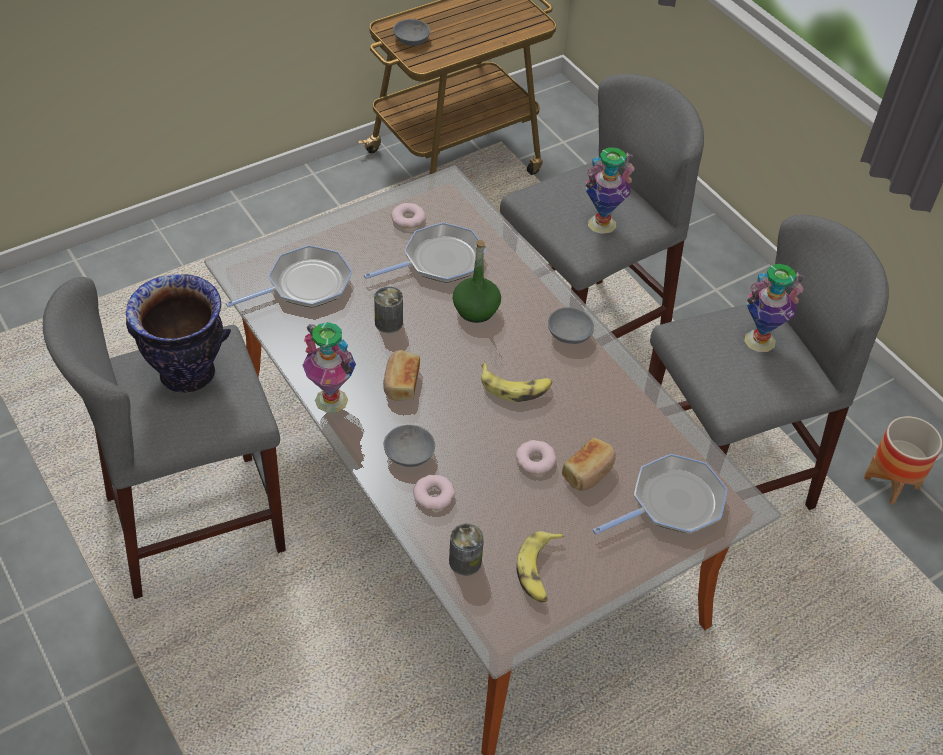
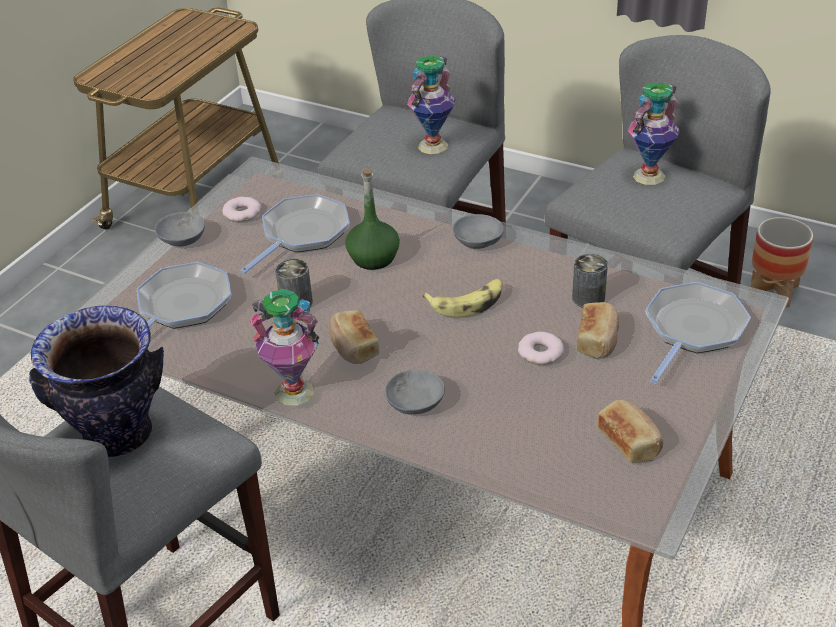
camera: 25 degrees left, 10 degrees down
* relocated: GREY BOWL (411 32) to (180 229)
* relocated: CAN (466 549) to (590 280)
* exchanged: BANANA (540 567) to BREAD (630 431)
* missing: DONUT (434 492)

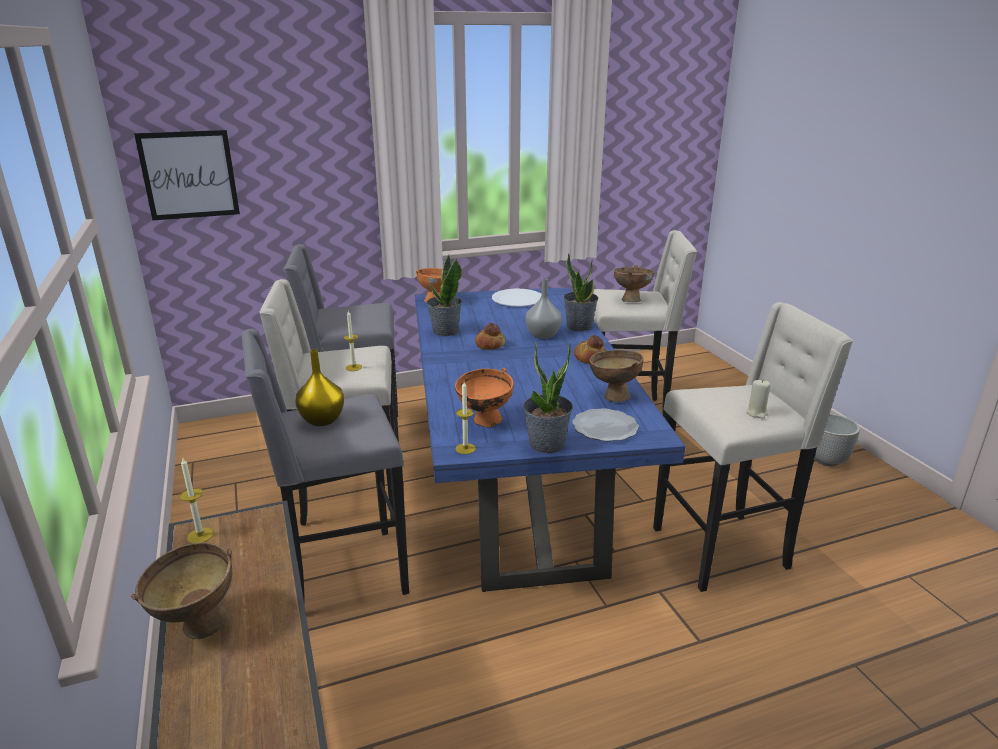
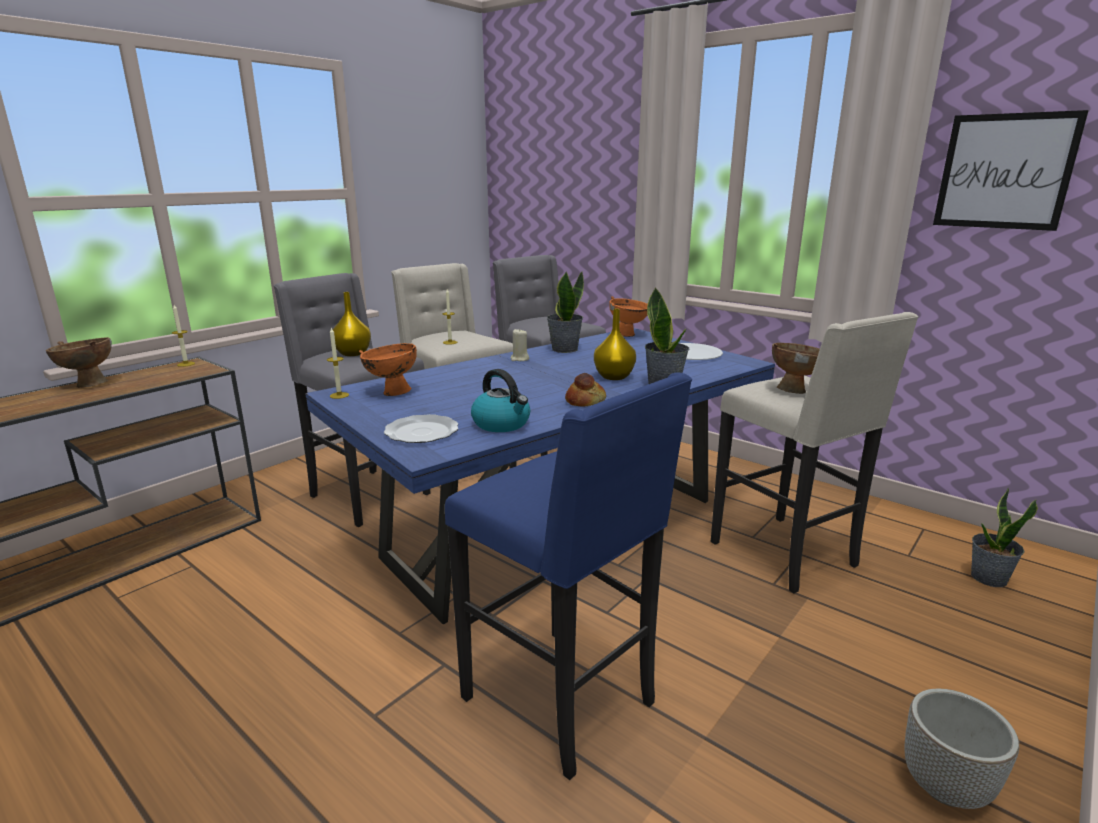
camera: 60 degrees right, 5 degrees down
* colour: BEIGE STOOL (753 447) to BLUE STOOL (568 577)
* exchanged: BROWN BOWL (616 376) to KETTLE (500 400)
* relocated: BEIGE CANDLE (758 399) to (519 344)
* colour: GREY VASE (544 308) to YELLOW VASE (615 344)
* relocated: PICTURE (187 175) to (1011 170)
* relocated: POTTED PLANT (548 397) to (1004 537)
* missing: BREAD (490 336)

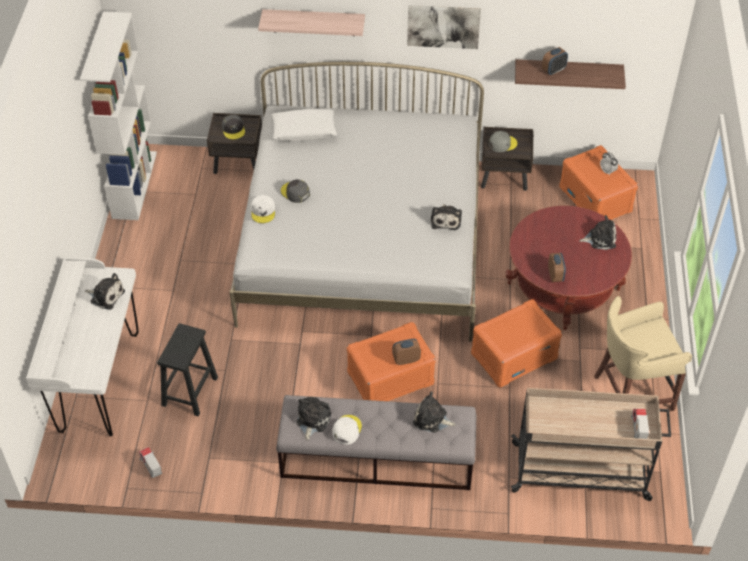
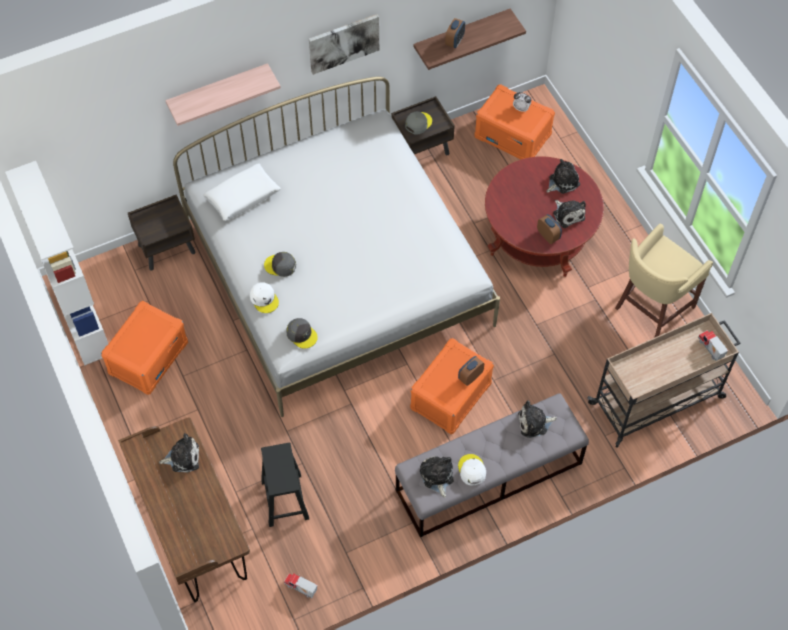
camera: 30 degrees left, 10 degrees up
* relocated: ORANGE STORAGE BOX (516 343) to (144 348)
* colour: WHITE DESK (82 346) to BROWN DESK (184 510)
* relocated: GREY CAP (233 127) to (302 333)
* relocated: PLUSH TOY (446 217) to (569 214)

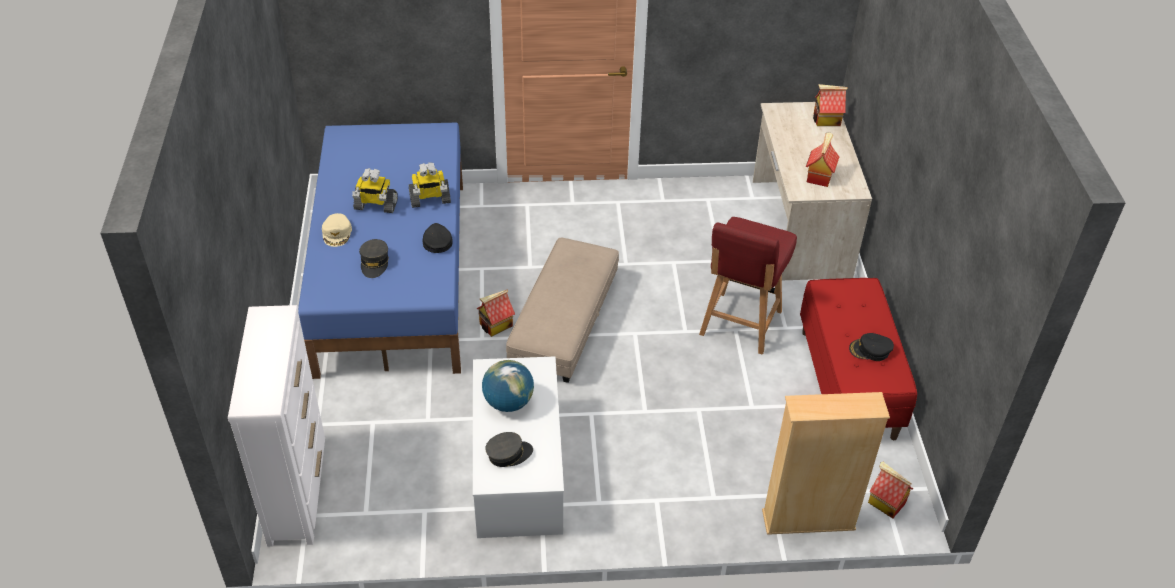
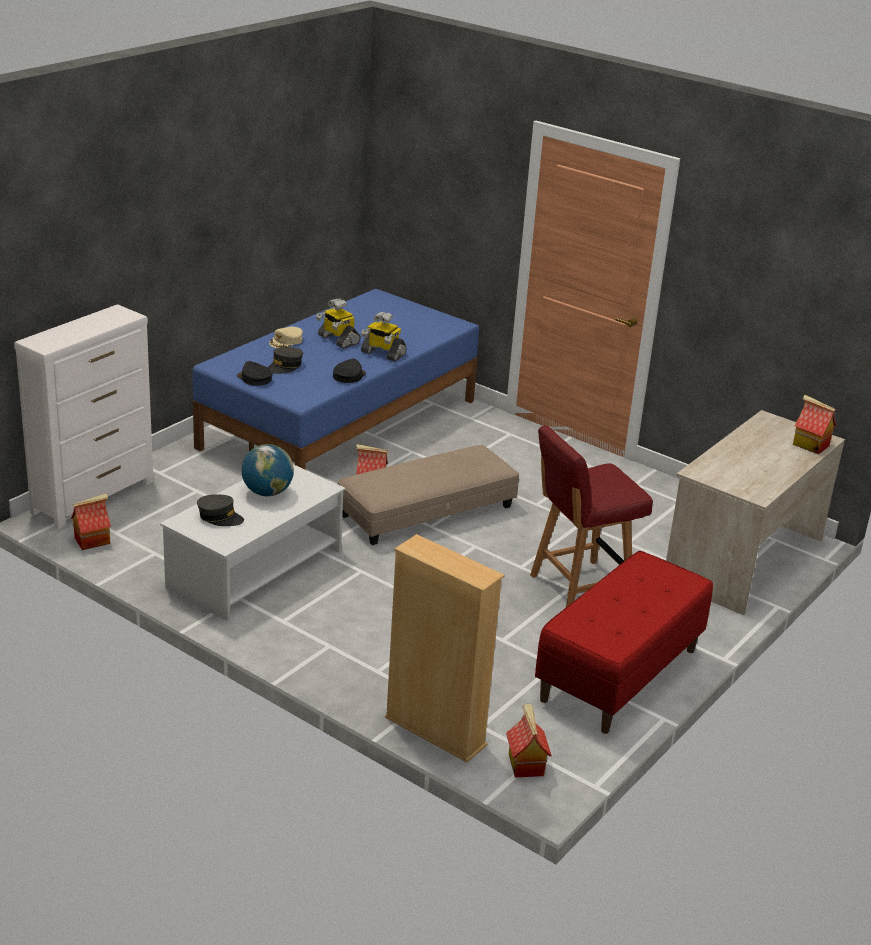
camera: 40 degrees right, 15 degrees down
* relocated: TOY HOUSE (822 159) to (91 522)
* relocated: BLACK CAP (871 347) to (254 373)

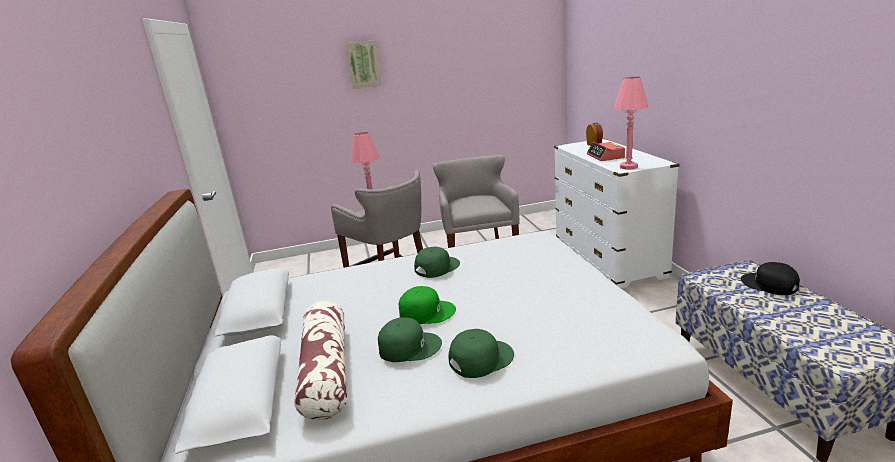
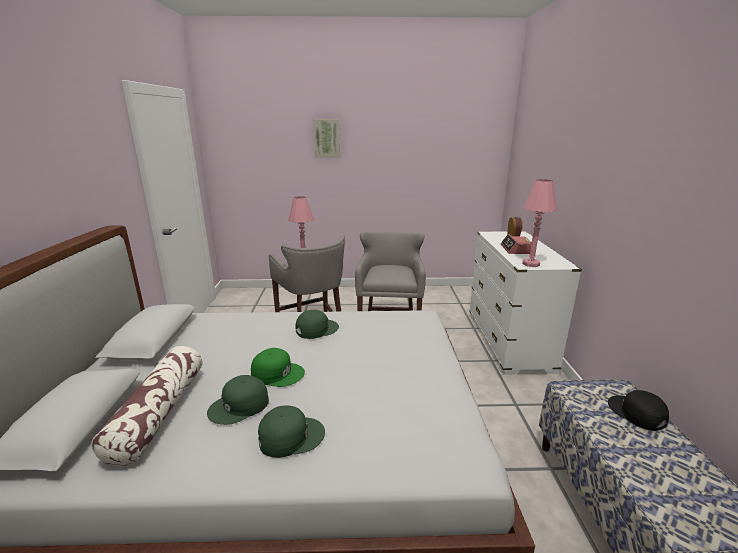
camera: 10 degrees right, 0 degrees up
* spun: GREEN CAP (410 339) = (238 400) 135 degrees clockwise

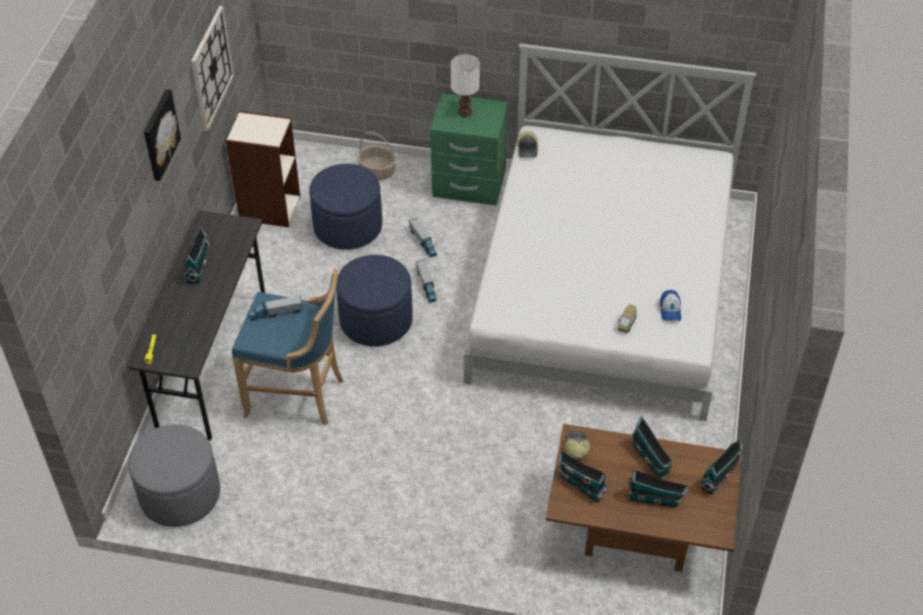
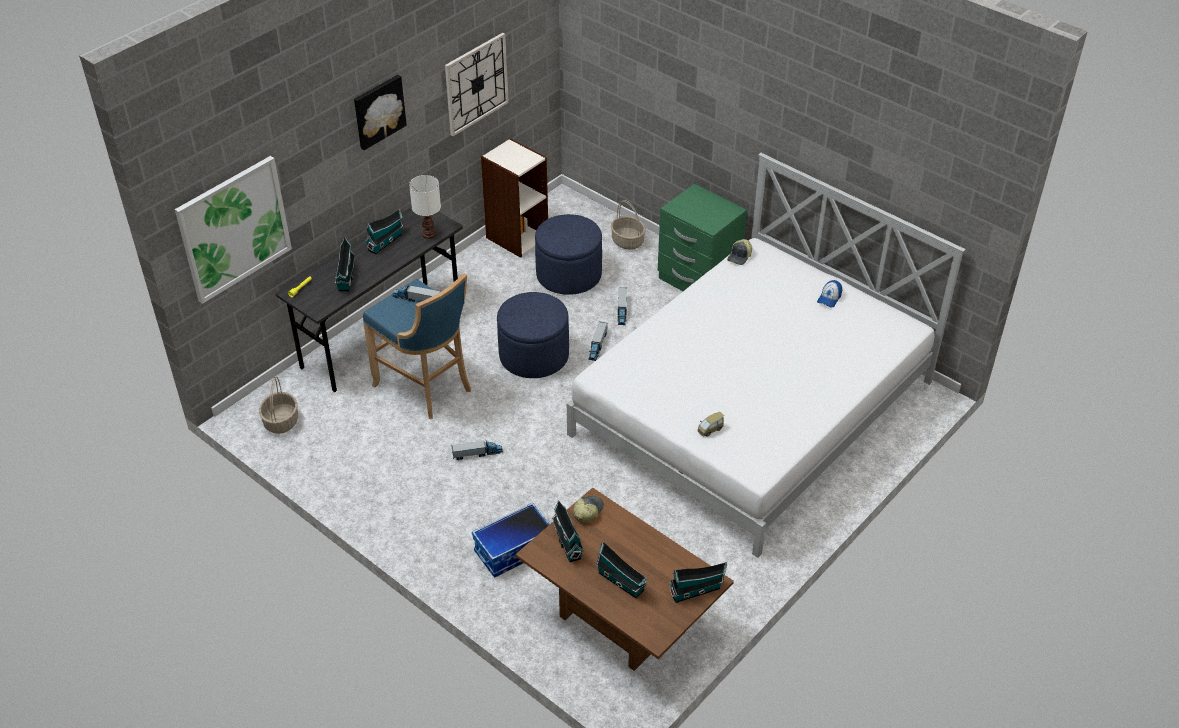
camera: 30 degrees right, 5 degrees down
* appeared: PICTURE (233 230)
* exchanged: GREY OTTOMAN (174 475) to BASKET (278 405)
* relocated: TOY HOUSE (652 447) to (345 263)
* relocated: WHITE TABLE LAMP (465 85) to (425 207)
* appeared: TOY TRUCK (477 450)
* appeared: STORAGE BOX (511 540)
* relocated: CAP (670 305) to (829 294)

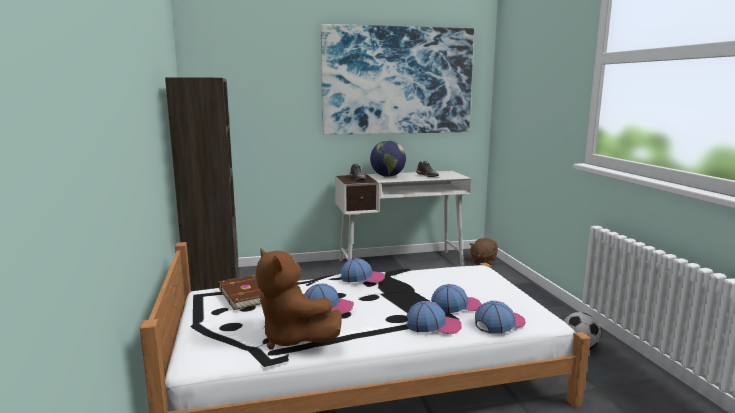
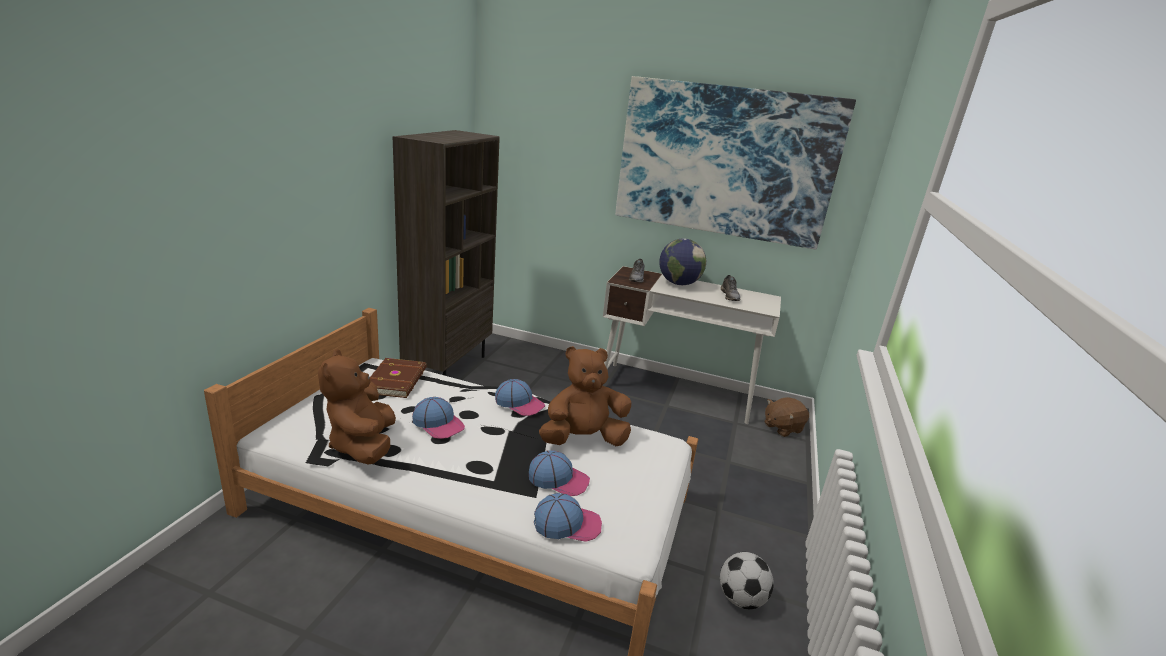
camera: 30 degrees right, 10 degrees up
* appeared: BROWN PLUSH TOY (585 396)
* missing: CAP (434 317)

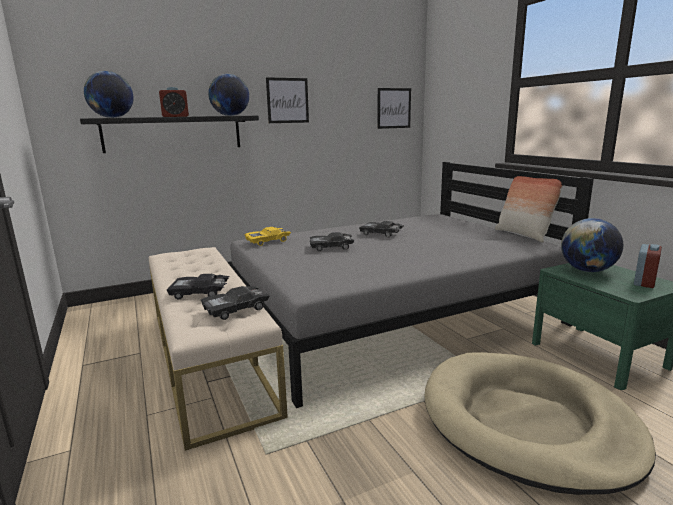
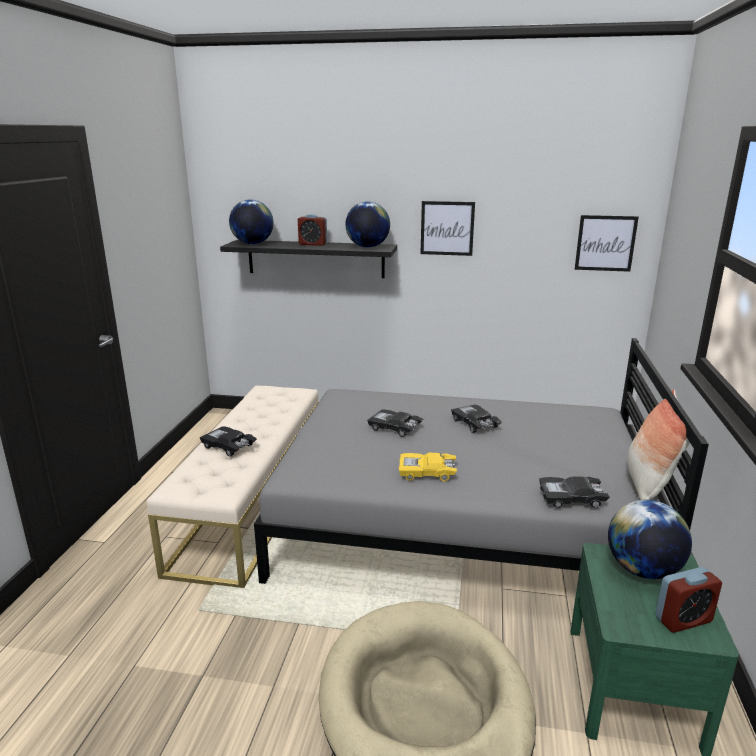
camera: 35 degrees right, 5 degrees up
* relocated: YELLOW TOY CAR (267 236) to (428 467)
* relocated: BLACK TOY CAR (235 303) to (574 492)

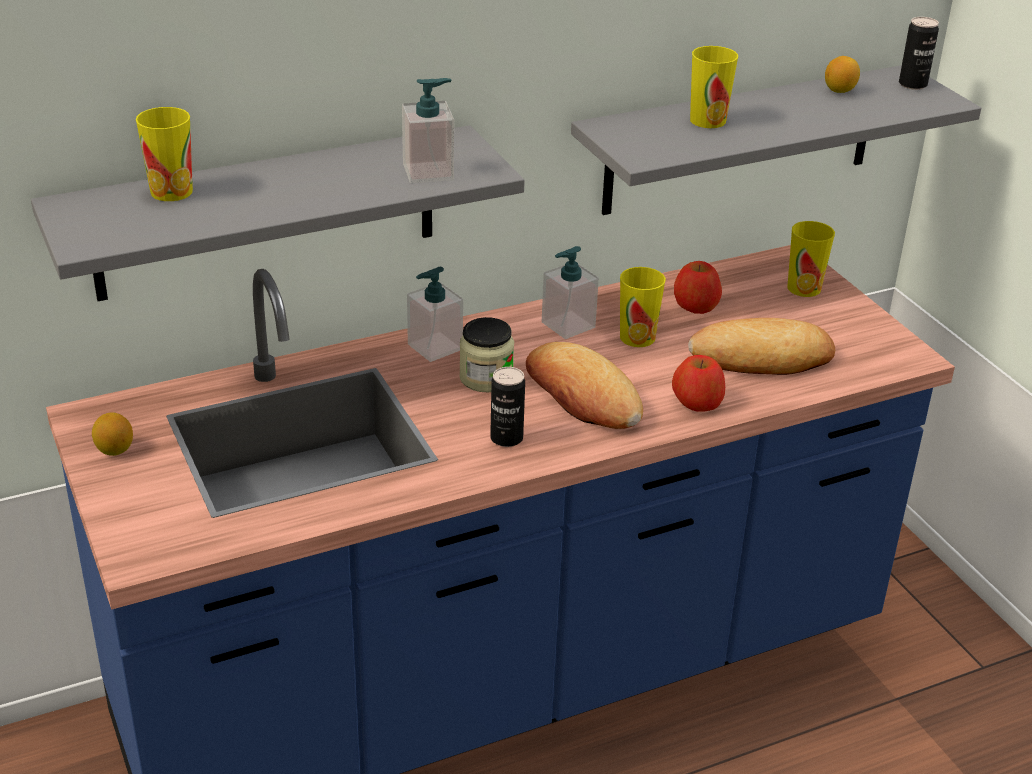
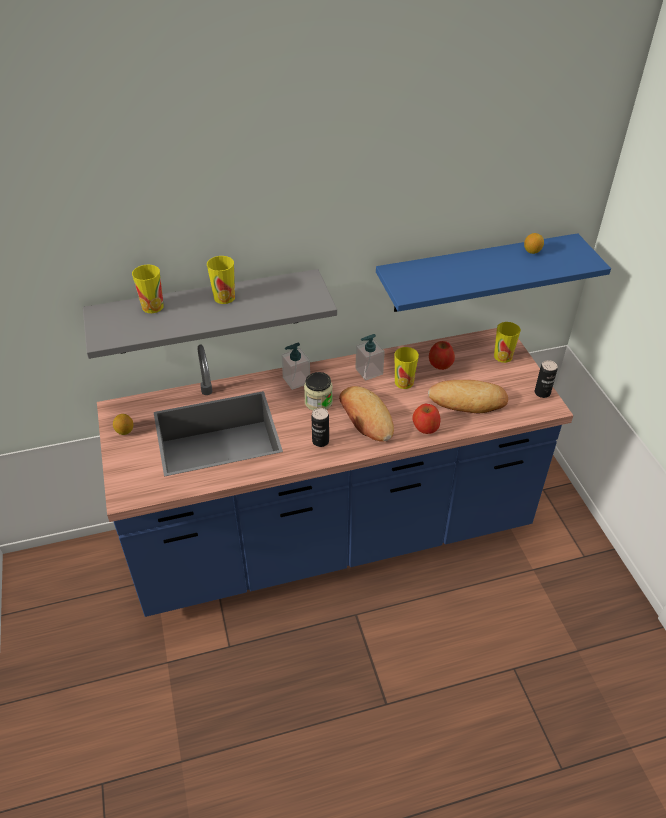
camera: 10 degrees right, 10 degrees up
* relocated: CUP (714 87) to (221 280)
* colour: GREY SHELF (776 140) to BLUE SHELF (493 272)
* relocated: CAN (919 53) to (546 379)
* missing: SOAP DISPENSER (428 130)

